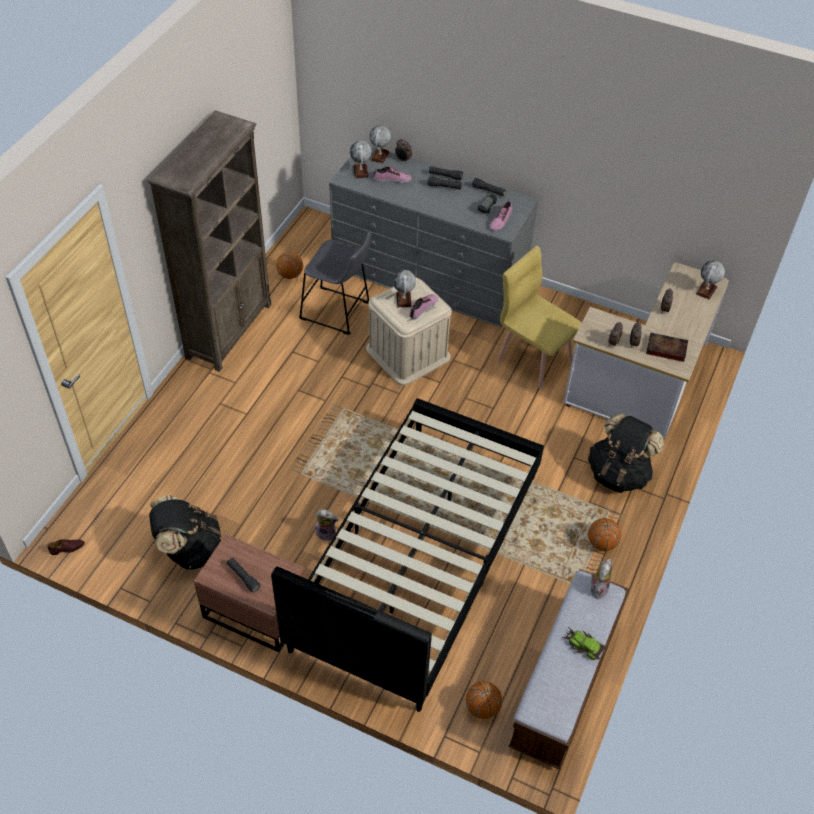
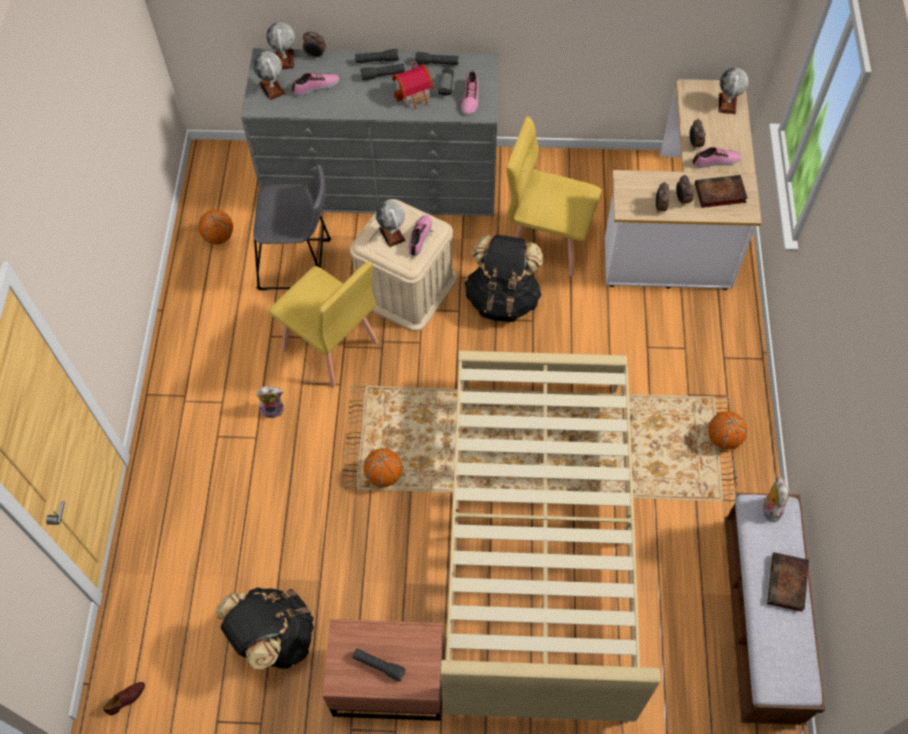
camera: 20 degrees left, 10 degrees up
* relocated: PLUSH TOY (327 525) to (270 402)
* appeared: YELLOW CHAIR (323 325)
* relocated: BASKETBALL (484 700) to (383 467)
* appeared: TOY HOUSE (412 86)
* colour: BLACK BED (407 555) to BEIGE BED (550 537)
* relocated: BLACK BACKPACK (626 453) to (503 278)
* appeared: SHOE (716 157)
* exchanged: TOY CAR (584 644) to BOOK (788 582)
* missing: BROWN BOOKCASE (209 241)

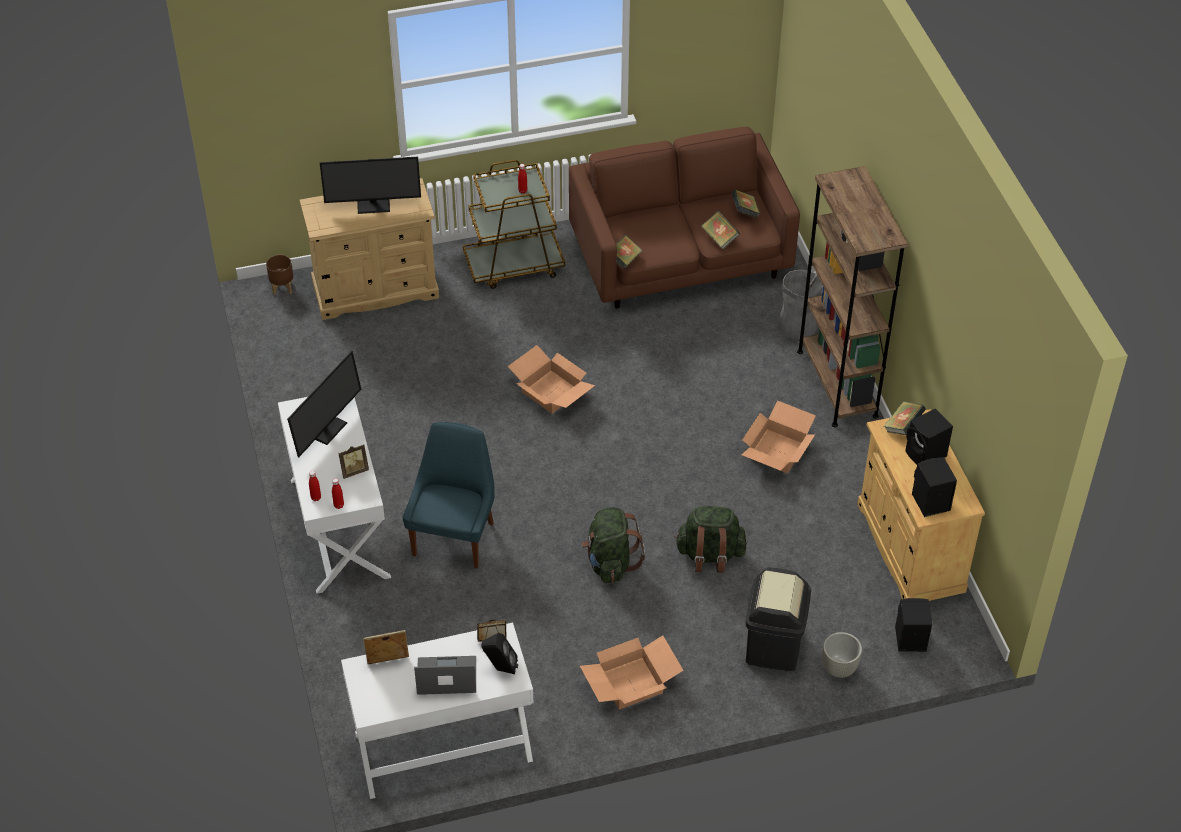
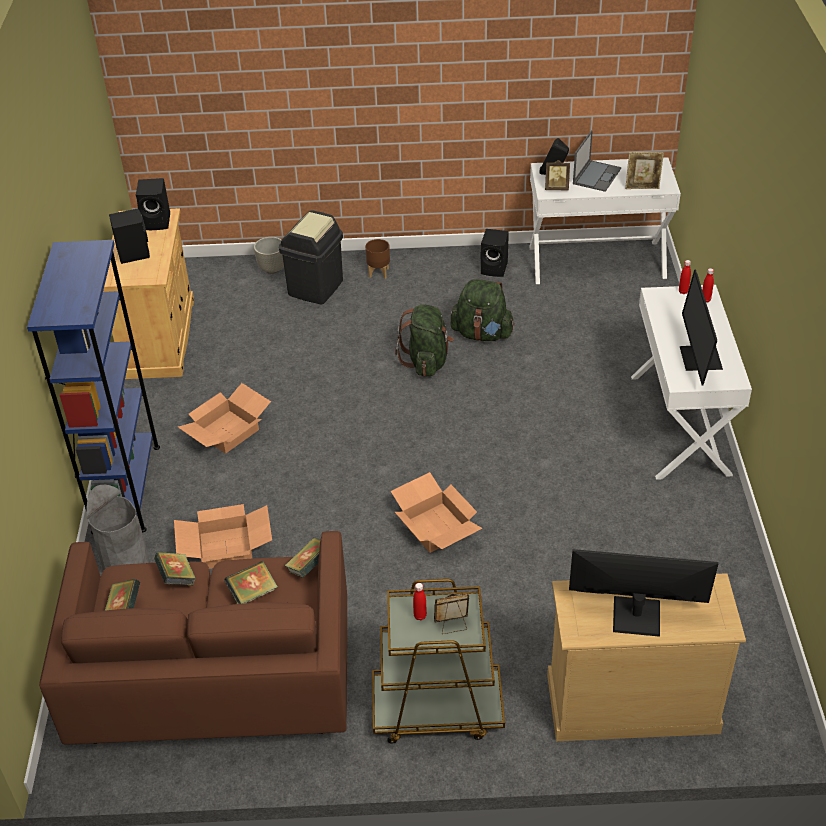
camera: 165 degrees left, 5 degrees down
* colour: BROWN BOOKCASE (852 296) to BLUE BOOKCASE (93 387)
* relocated: CARDBOARD BOX (632 672) to (223 536)
* relocated: BOOK (905 418) to (251 582)
* relocated: BROWN PLANTER (279 275) to (377 259)
* relocated: PICTURE FRAME (354 462) to (451 613)
* relocated: GREEN BACKPACK (710 539) to (483 310)
* relocated: BLACK SPEAKER (913 625) to (495 253)
* spun: LAPTOP (445 675) = (597 161) 75 degrees counterclockwise
* spun: MONITOR (324 404) = (701 328) 45 degrees counterclockwise
* missing: BLUE CHAIR (449 495)

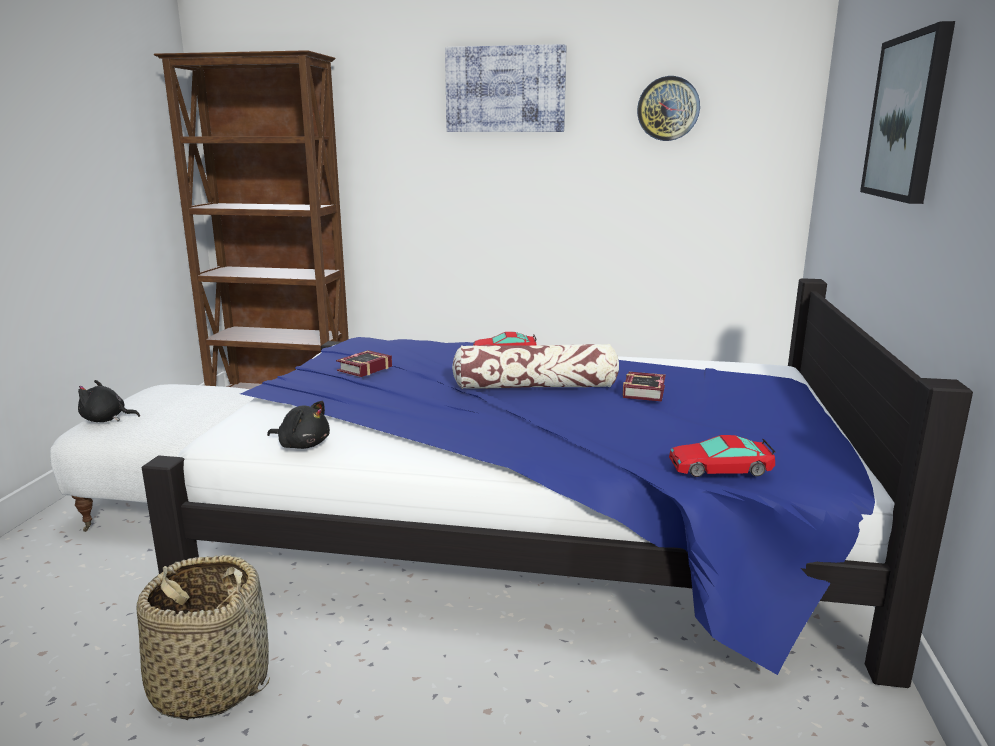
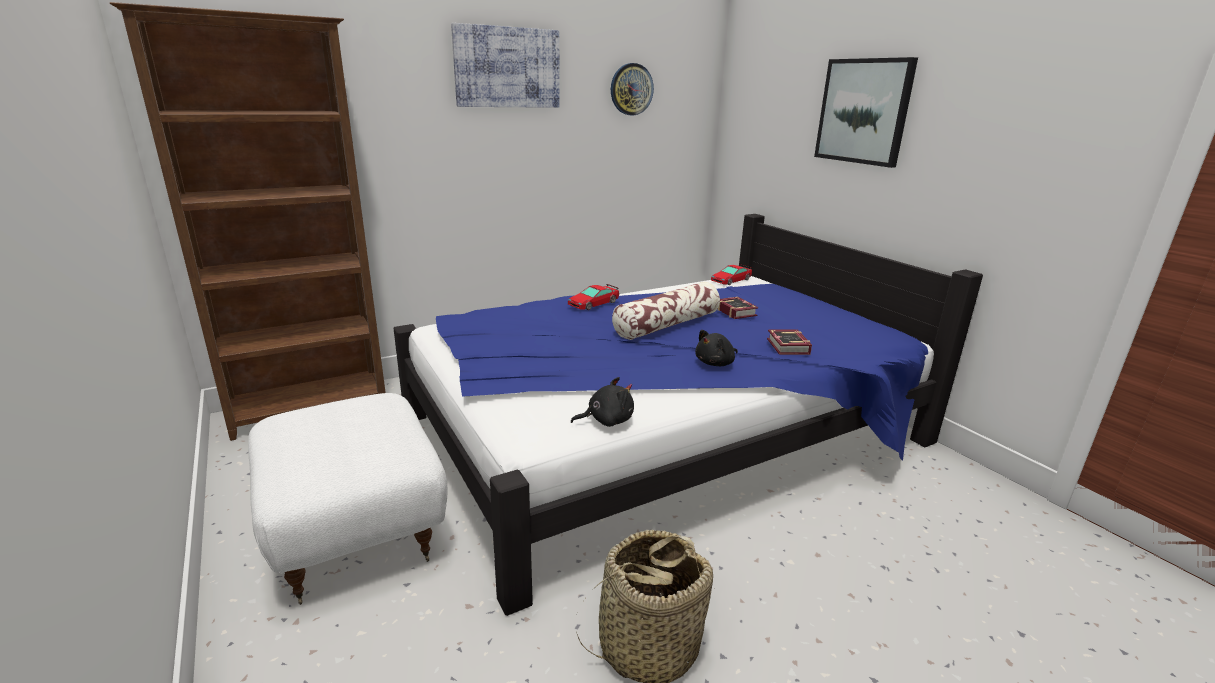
camera: 40 degrees left, 5 degrees up
* relocated: BLACK PLUSH TOY (109 401) to (716 348)
* relocated: TOY CAR (722 456) to (731 274)
* relocated: BOOK (364 363) to (789 342)

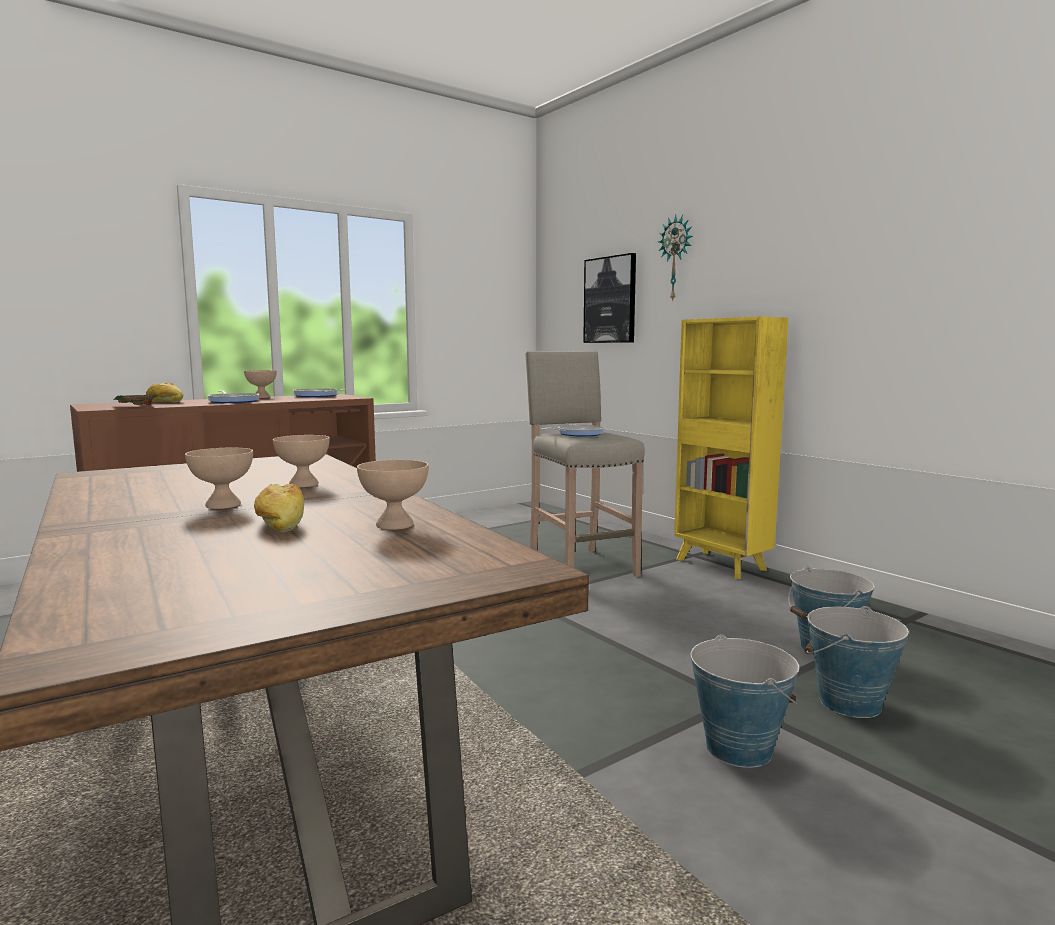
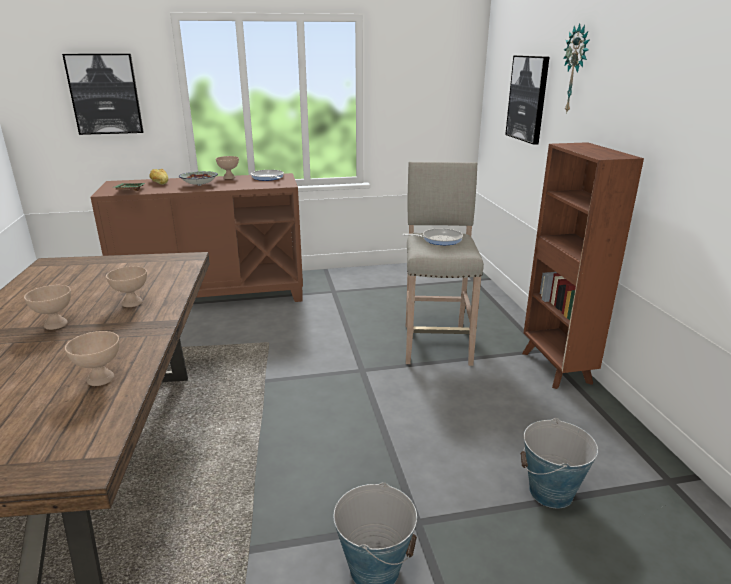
camera: 25 degrees right, 15 degrees up
* appeared: PICTURE (103 94)
* exchanged: FRYING PAN (233 396) to BOWL (198 178)
* colour: YELLOW BOOKCASE (731 447) to BROWN BOOKCASE (583 265)
* missing: BREAD (279 508)
* missing: BUCKET (856 662)

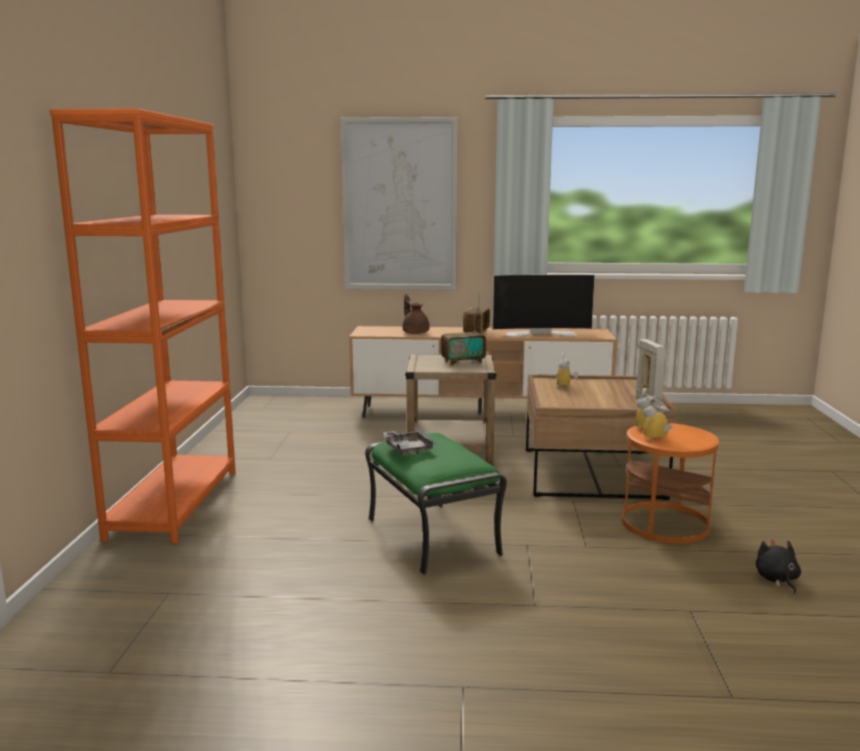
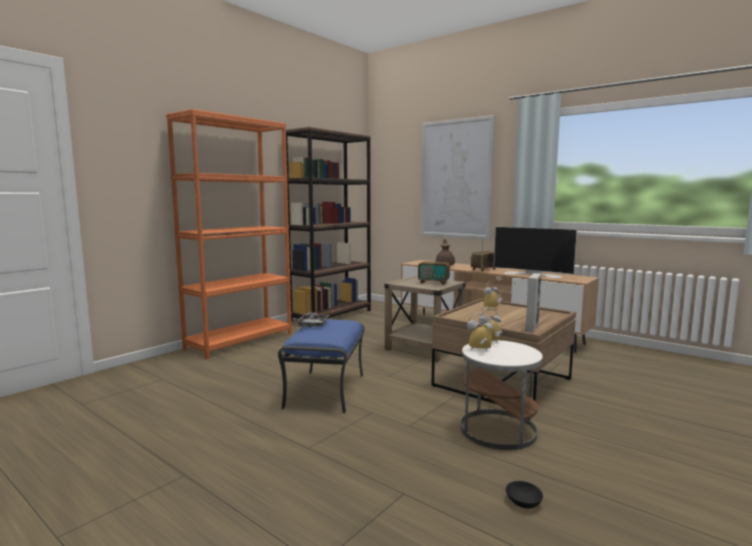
camera: 35 degrees right, 5 degrees down
* colour: GREEN OTTOMAN (436 504) to BLUE OTTOMAN (321 366)
* appeared: BROWN BOOKCASE (328 224)
* colour: ORANGE SIDE TABLE (670 483) to WHITE SIDE TABLE (501 395)
* exchanged: BLACK PLUSH TOY (778 566) to BLACK BOWL (524 494)

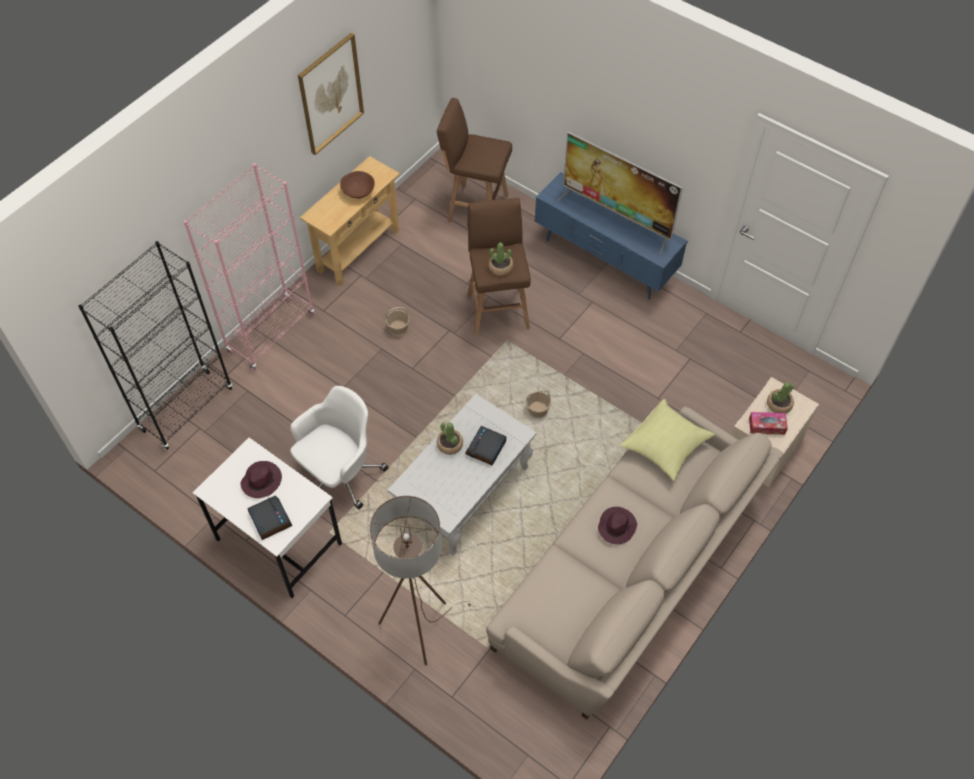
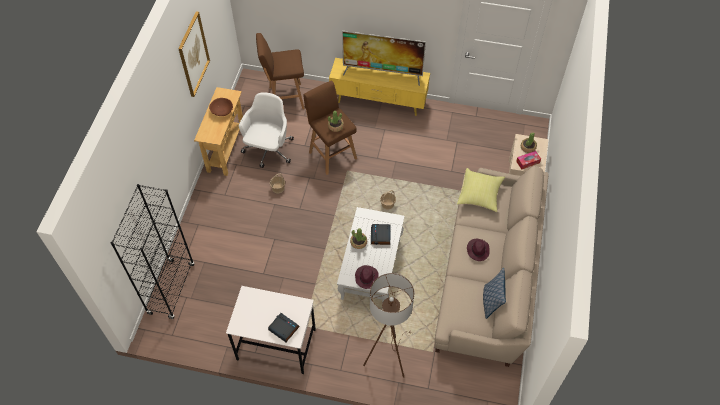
camera: 25 degrees left, 0 degrees up
* relocated: WHITE OFFICE CHAIR (339 447) to (266 130)
* colour: BLUE TV STAND (611 235) to YELLOW TV STAND (379 87)
* relocated: PURPLE HAT (261 479) to (367 277)
* appeared: PILLOW (494 293)
* missing: PINK BOOKCASE (249 266)

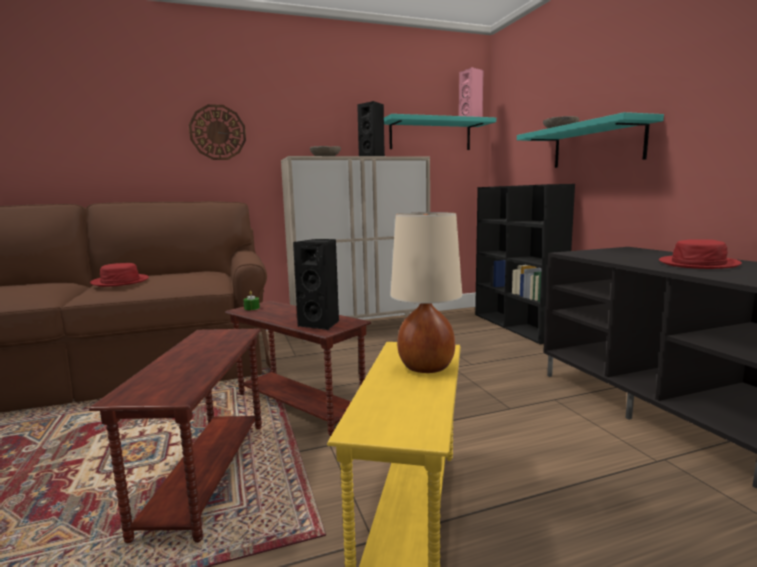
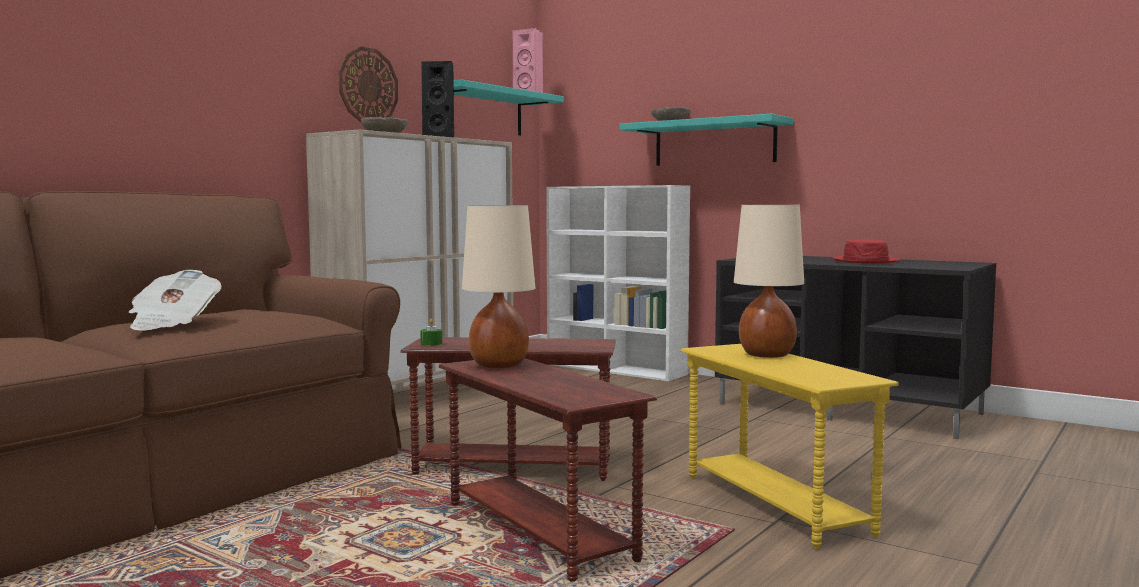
camera: 35 degrees left, 5 degrees down
* exchanged: RED HAT (119 275) to NEWSPAPER (175 300)
* relocated: WALL CLOCK (217 132) to (368 84)
* appeared: BEIGE TABLE LAMP (498 287)
* colour: BLACK BOOKCASE (525 264) to WHITE BOOKCASE (618 283)
* missing: BLACK SPEAKER (316 284)

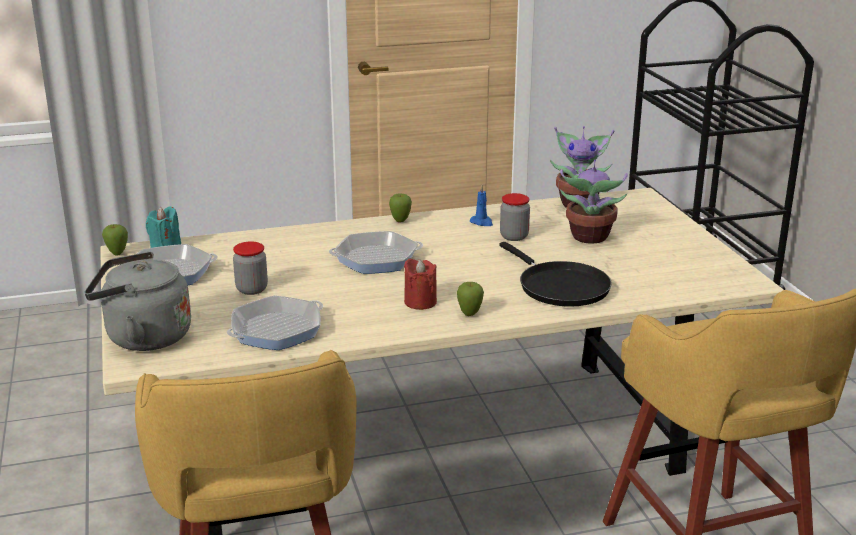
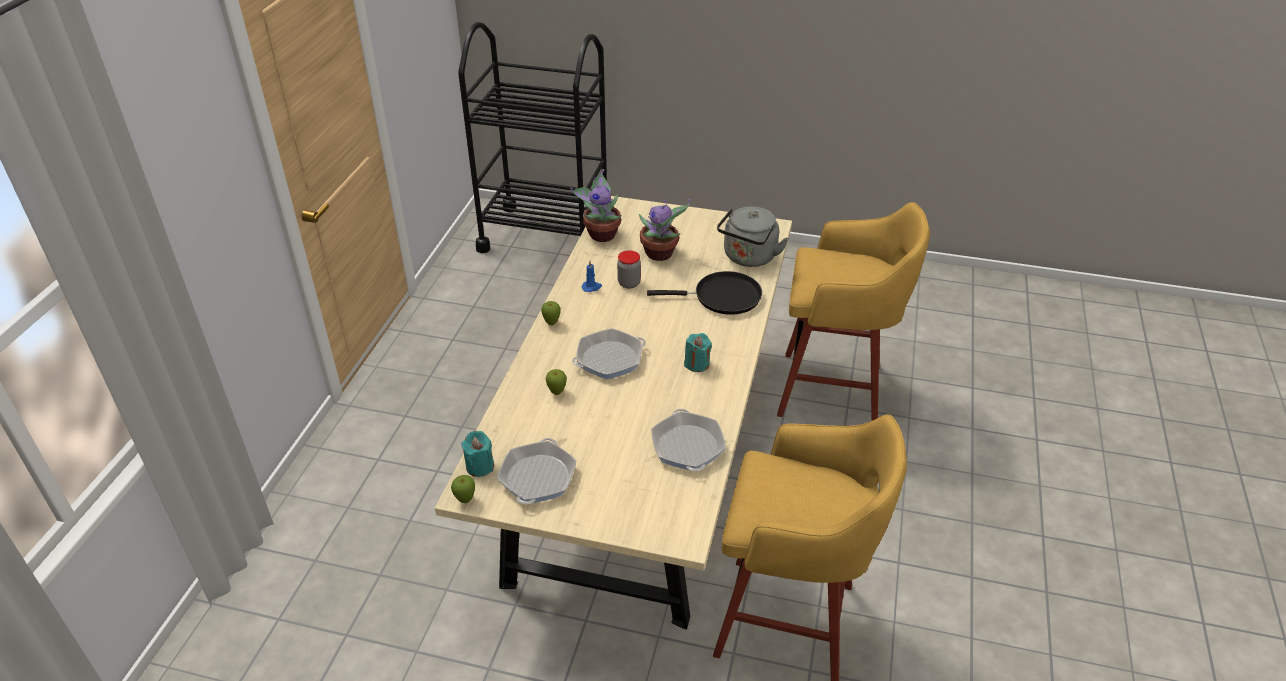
camera: 60 degrees left, 15 degrees up
* relocated: APPLE (470 299) to (556 382)
* spun: FRYING PAN (376 252) = (609 353) 45 degrees clockwise
* colour: RED CANDLE (420 284) to TURQUOISE CANDLE (698 352)
* relocated: GREY KETTLE (137 301) to (753 236)
* missing: JAR (250 268)

